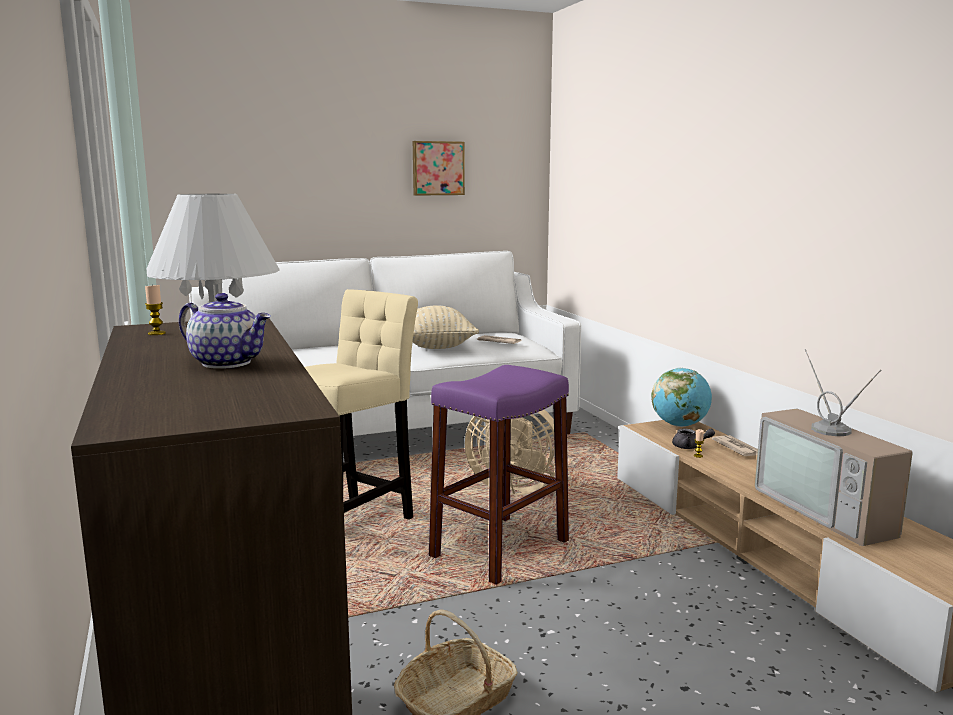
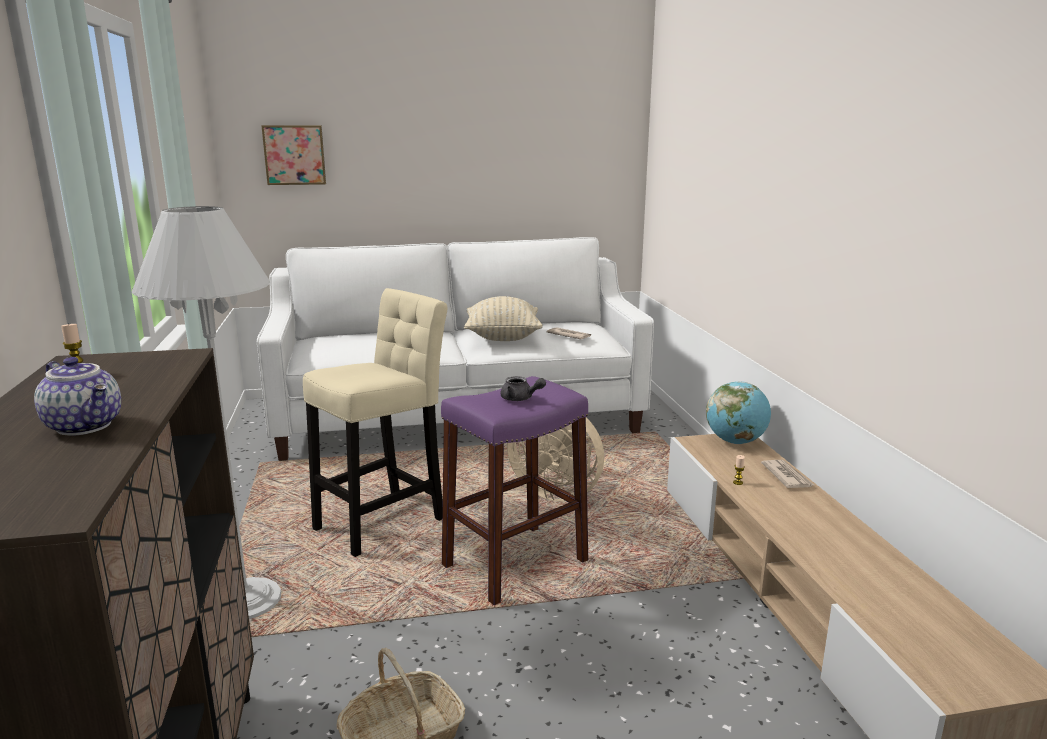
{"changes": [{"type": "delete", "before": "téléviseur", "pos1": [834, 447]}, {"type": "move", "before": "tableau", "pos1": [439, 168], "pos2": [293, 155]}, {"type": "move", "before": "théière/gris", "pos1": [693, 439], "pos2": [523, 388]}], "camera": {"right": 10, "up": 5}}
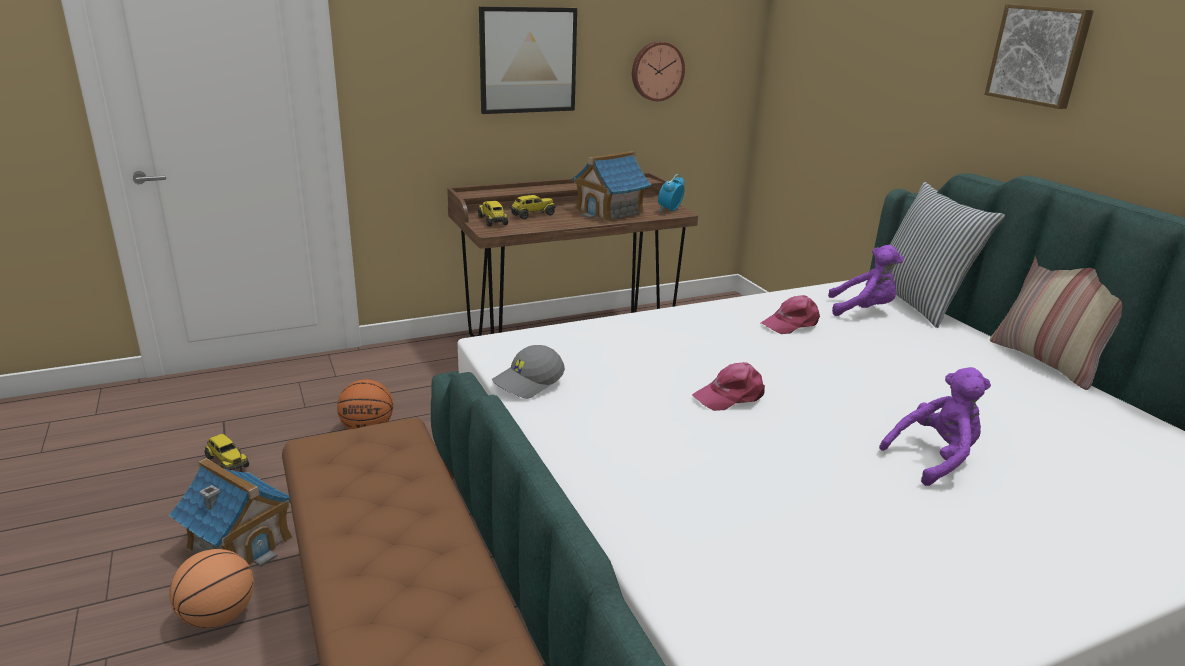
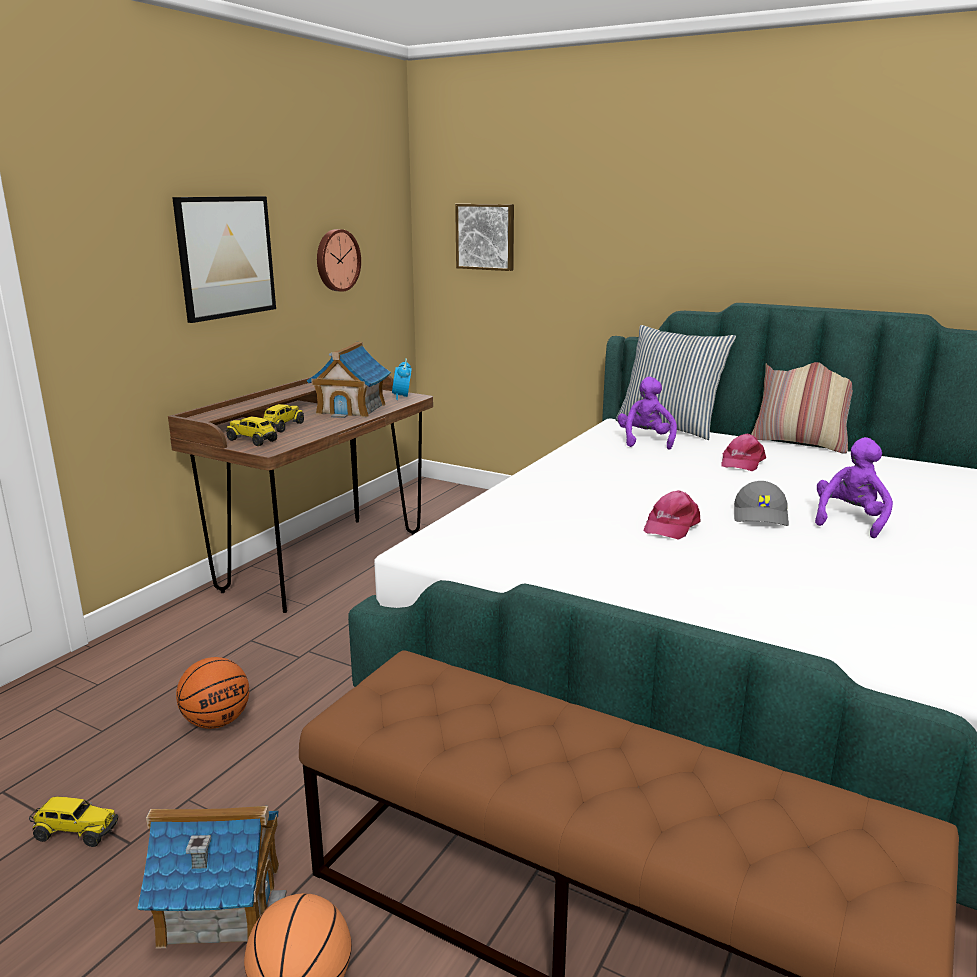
{"changes": [{"type": "move", "before": "casquette/gris", "pos1": [528, 372], "pos2": [761, 503]}, {"type": "move", "before": "casquette/rose", "pos1": [790, 314], "pos2": [743, 452]}, {"type": "move", "before": "tableau", "pos1": [1039, 56], "pos2": [484, 237]}, {"type": "rotate", "before": "peluche/violet", "pos1": [866, 280], "pos2": [647, 413], "turn": -60}], "camera": {"right": -35, "up": -5}}
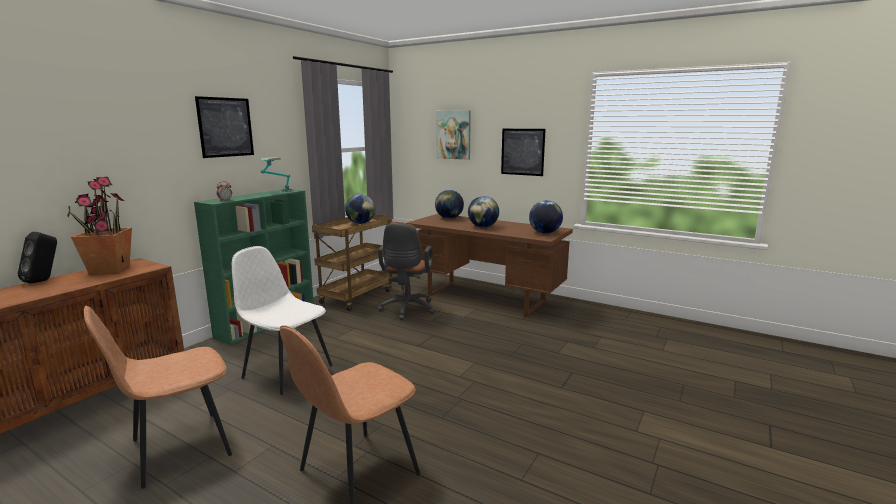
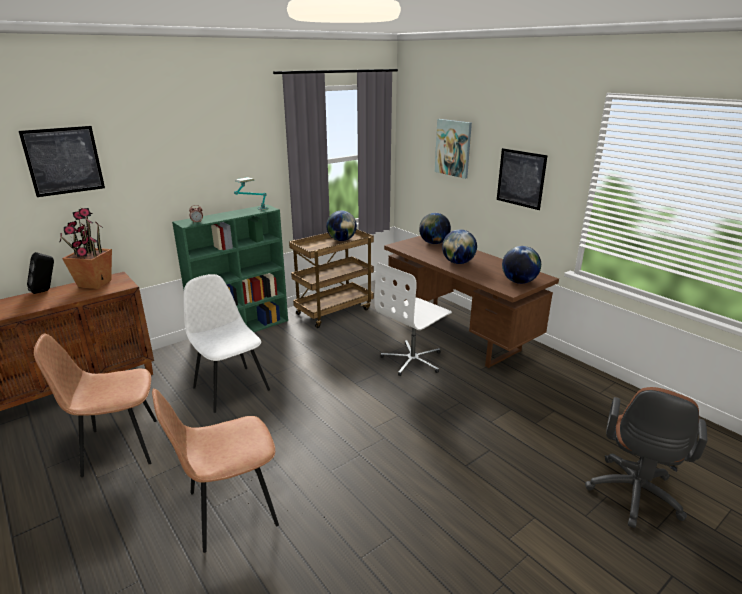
{"changes": [{"type": "insert", "after": "chaise de bureau/blanc", "pos2": [413, 319]}, {"type": "move", "before": "tableau", "pos1": [224, 127], "pos2": [62, 161]}, {"type": "move", "before": "chaise de bureau/marron", "pos1": [406, 271], "pos2": [646, 457]}], "camera": {"right": 20, "up": 10}}
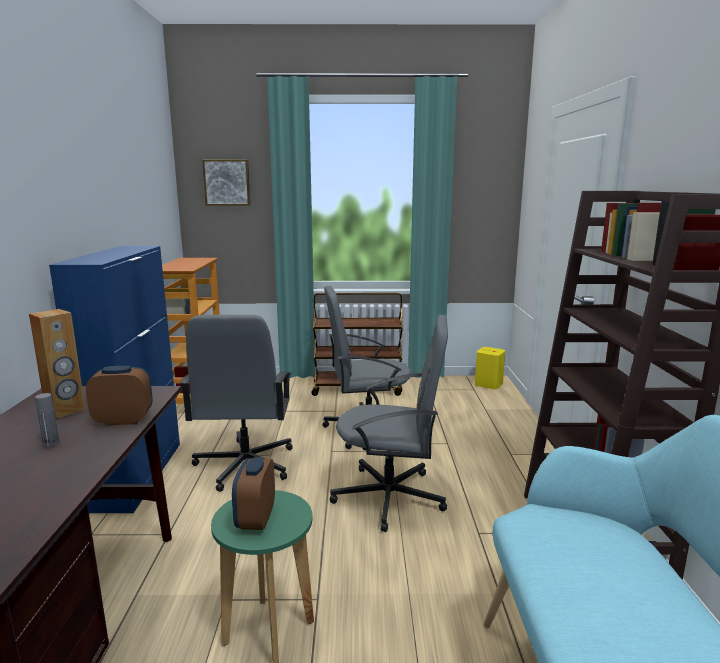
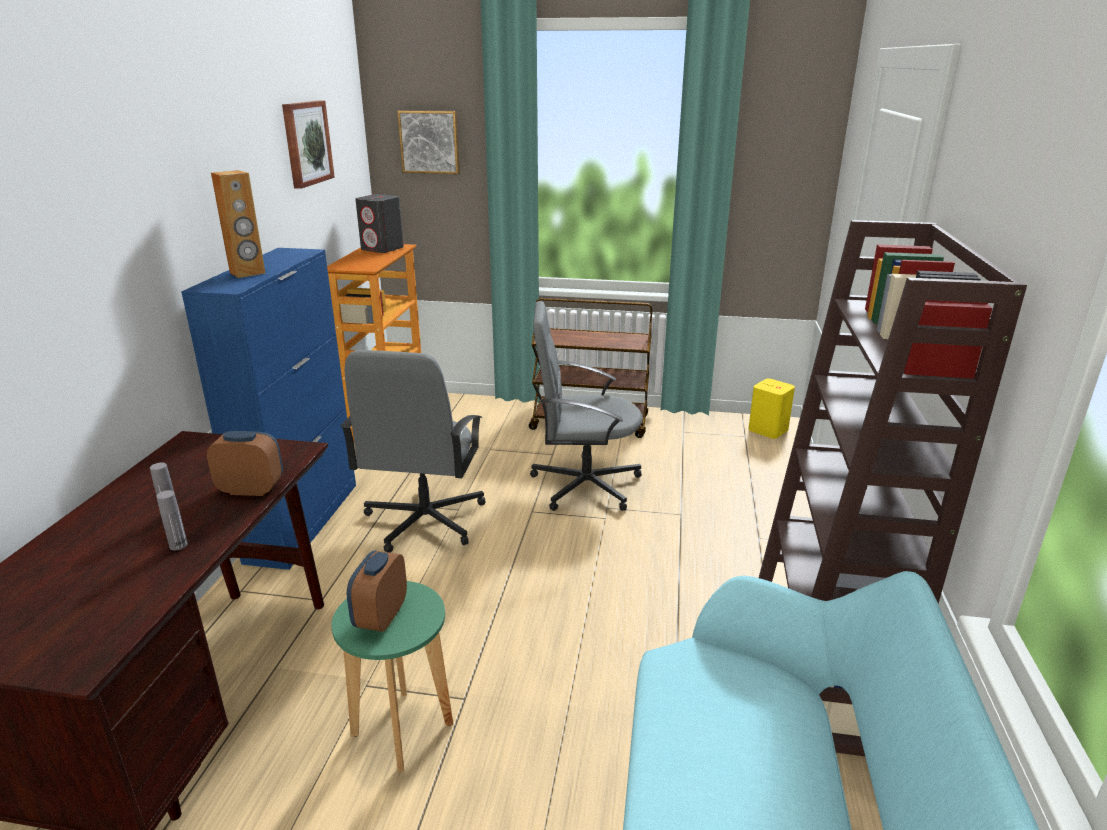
{"changes": [{"type": "delete", "before": "chaise de bureau/gris", "pos1": [389, 423]}, {"type": "insert", "after": "bouteille/gris", "pos2": [172, 520]}, {"type": "insert", "after": "tableau", "pos2": [308, 145]}, {"type": "insert", "after": "enceinte/gris", "pos2": [379, 223]}, {"type": "move", "before": "enceinte/marron", "pos1": [57, 363], "pos2": [238, 224]}], "camera": {"right": 10, "up": 10}}
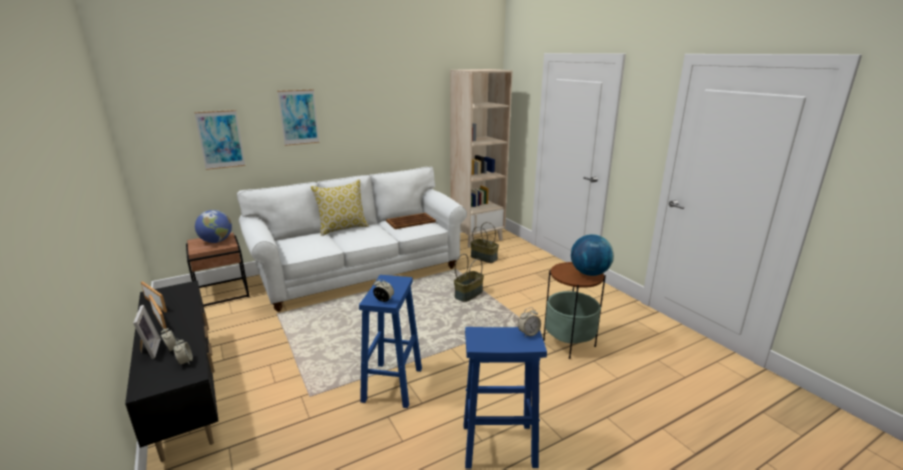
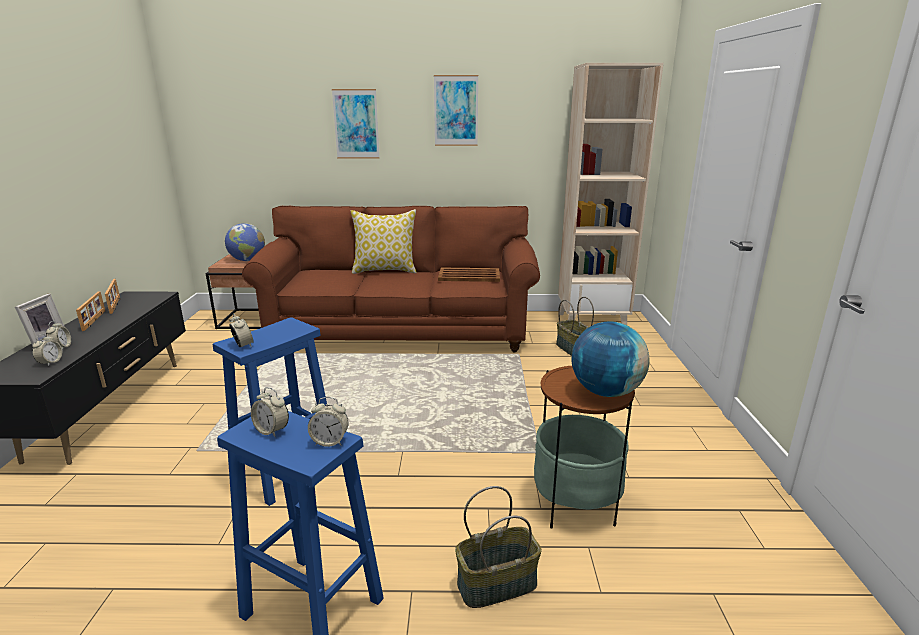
{"changes": [{"type": "insert", "after": "réveil", "pos2": [270, 412]}, {"type": "move", "before": "tableau", "pos1": [219, 140], "pos2": [456, 110]}, {"type": "move", "before": "panier", "pos1": [469, 278], "pos2": [498, 547]}, {"type": "recolor", "before": "canapé/blanc", "after": "canapé/marron", "pos1": [352, 239], "pos2": [391, 279]}], "camera": {"right": 30, "up": 0}}
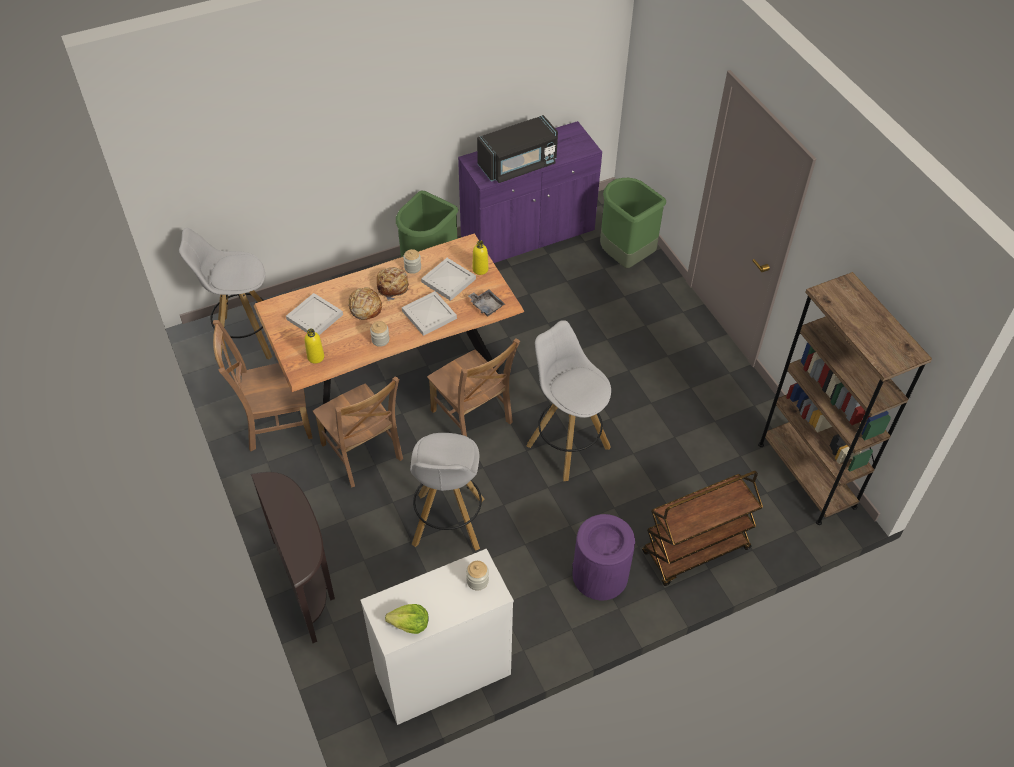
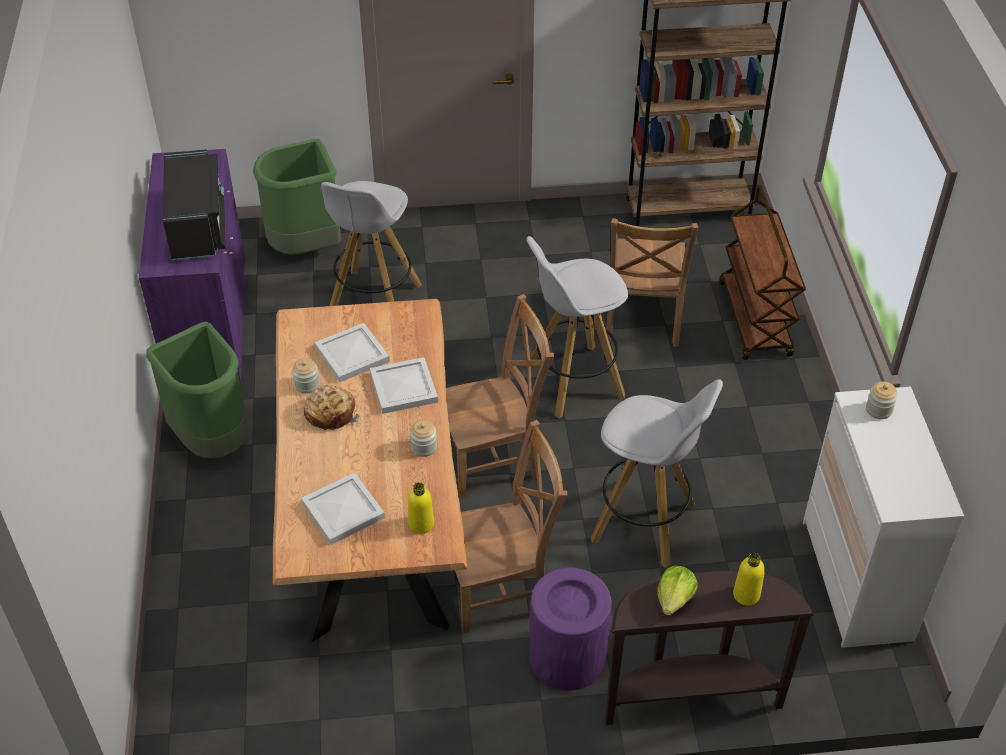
{"changes": [{"type": "delete", "before": "pain", "pos1": [365, 303]}, {"type": "delete", "before": "plateau/gris", "pos1": [486, 303]}, {"type": "move", "before": "tabouret/blanc", "pos1": [225, 294], "pos2": [371, 243]}, {"type": "move", "before": "chaise/marron", "pos1": [263, 385], "pos2": [652, 282]}, {"type": "move", "before": "laitue", "pos1": [406, 619], "pos2": [677, 591]}, {"type": "move", "before": "bouteille/jaune", "pos1": [480, 257], "pos2": [749, 579]}, {"type": "move", "before": "poubelle/violet", "pos1": [603, 557], "pos2": [570, 629]}], "camera": {"right": -70, "up": -5}}
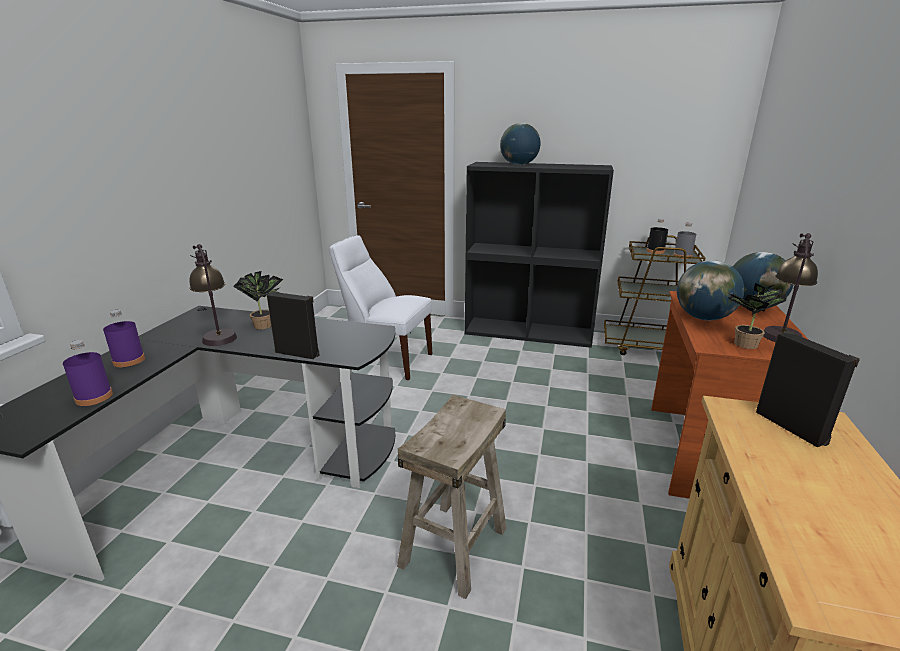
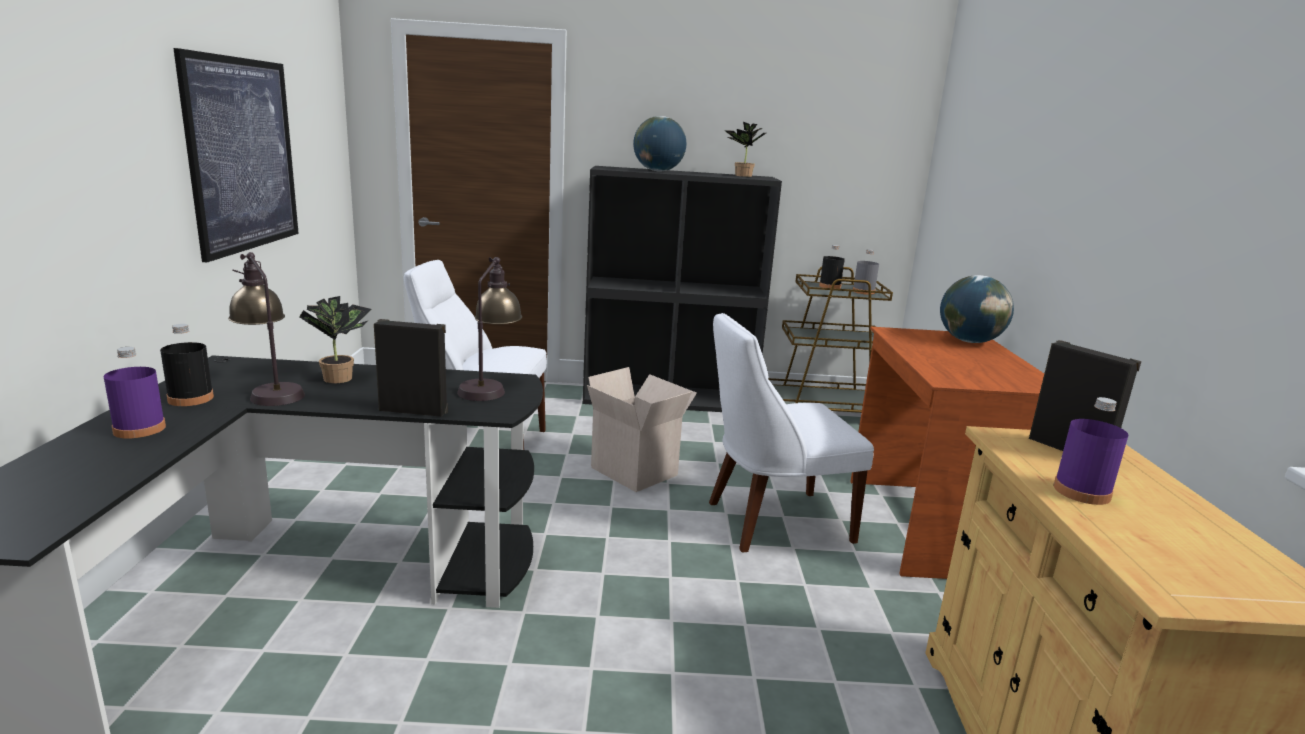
{"changes": [{"type": "delete", "before": "tabouret/beige", "pos1": [451, 497]}, {"type": "delete", "before": "globe", "pos1": [710, 290]}, {"type": "insert", "after": "bouteille/noir", "pos2": [187, 365]}, {"type": "insert", "after": "tableau", "pos2": [236, 155]}, {"type": "insert", "after": "carton", "pos2": [642, 429]}, {"type": "insert", "after": "chaise/blanc", "pos2": [791, 432]}, {"type": "move", "before": "bouteille/violet", "pos1": [88, 373], "pos2": [1091, 451]}, {"type": "move", "before": "plante en pot", "pos1": [757, 316], "pos2": [745, 149]}, {"type": "move", "before": "lampe de table", "pos1": [790, 287], "pos2": [489, 329]}], "camera": {"right": -15, "up": -5}}
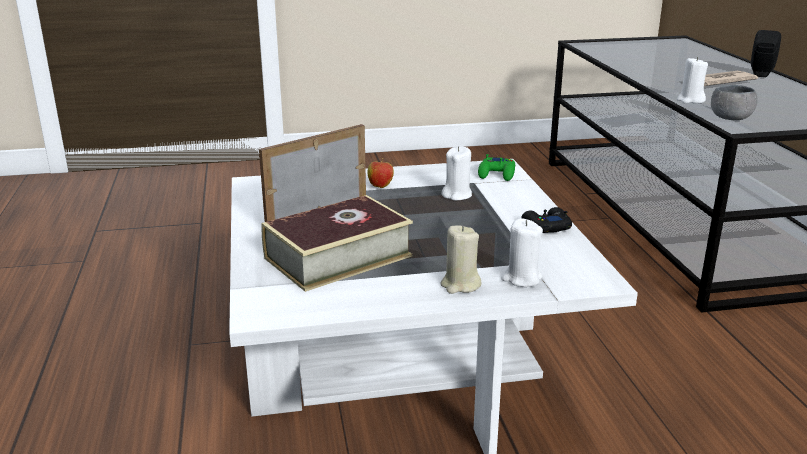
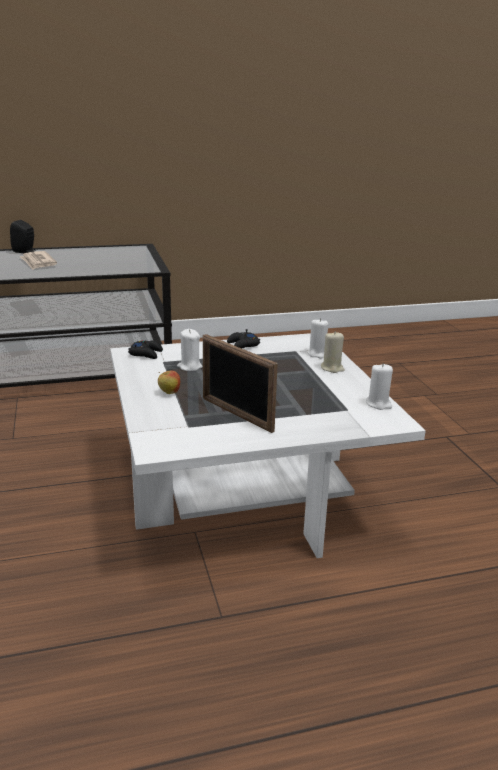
{"changes": [{"type": "delete", "before": "livre", "pos1": [337, 243]}, {"type": "delete", "before": "bol/gris", "pos1": [734, 102]}, {"type": "move", "before": "bougie/blanc", "pos1": [692, 80], "pos2": [379, 386]}, {"type": "recolor", "before": "manette/vert", "after": "manette/noir", "pos1": [496, 167], "pos2": [145, 349]}], "camera": {"right": -95, "up": 0}}
